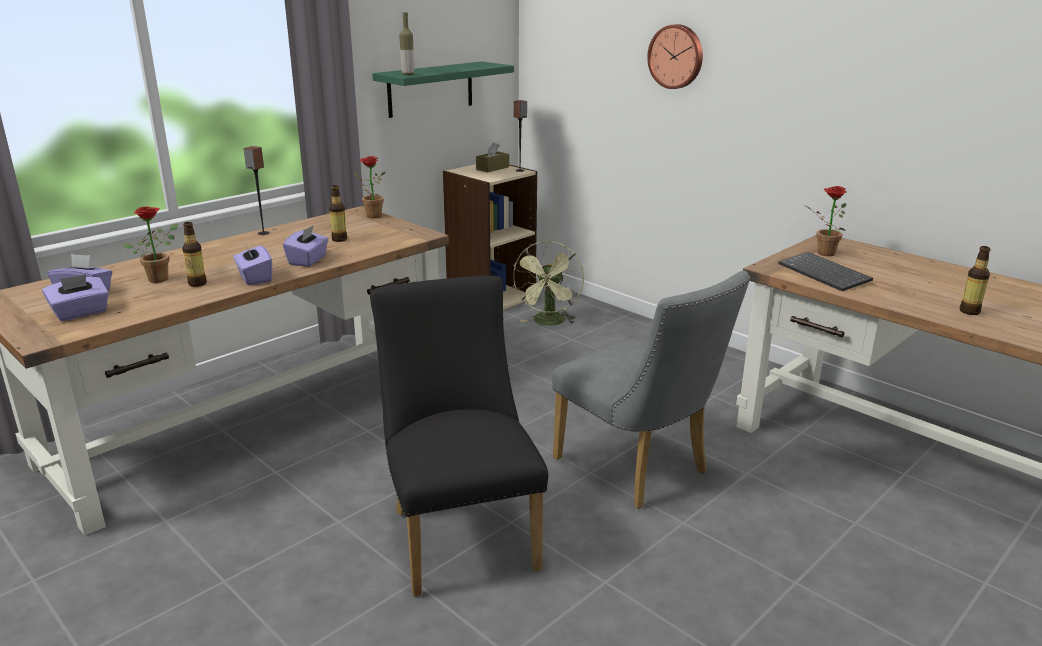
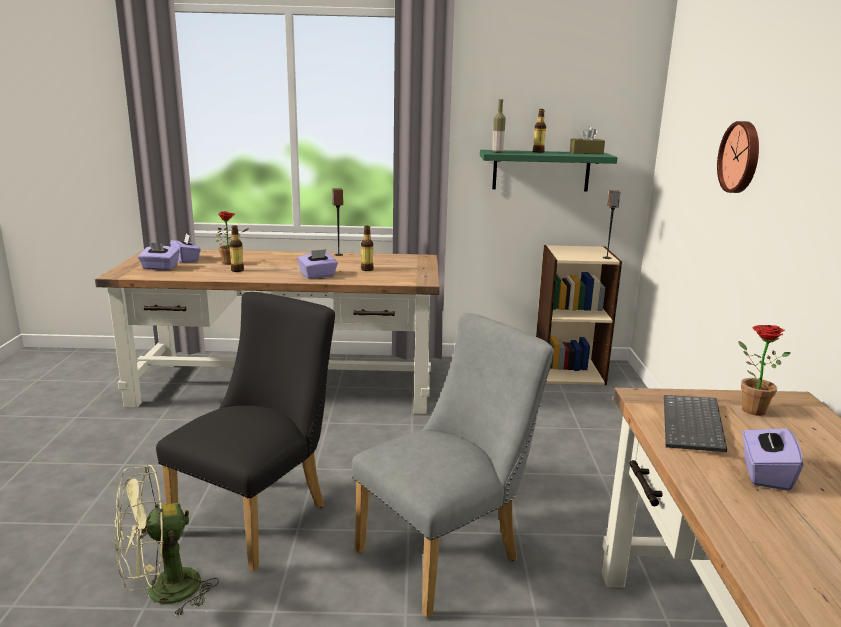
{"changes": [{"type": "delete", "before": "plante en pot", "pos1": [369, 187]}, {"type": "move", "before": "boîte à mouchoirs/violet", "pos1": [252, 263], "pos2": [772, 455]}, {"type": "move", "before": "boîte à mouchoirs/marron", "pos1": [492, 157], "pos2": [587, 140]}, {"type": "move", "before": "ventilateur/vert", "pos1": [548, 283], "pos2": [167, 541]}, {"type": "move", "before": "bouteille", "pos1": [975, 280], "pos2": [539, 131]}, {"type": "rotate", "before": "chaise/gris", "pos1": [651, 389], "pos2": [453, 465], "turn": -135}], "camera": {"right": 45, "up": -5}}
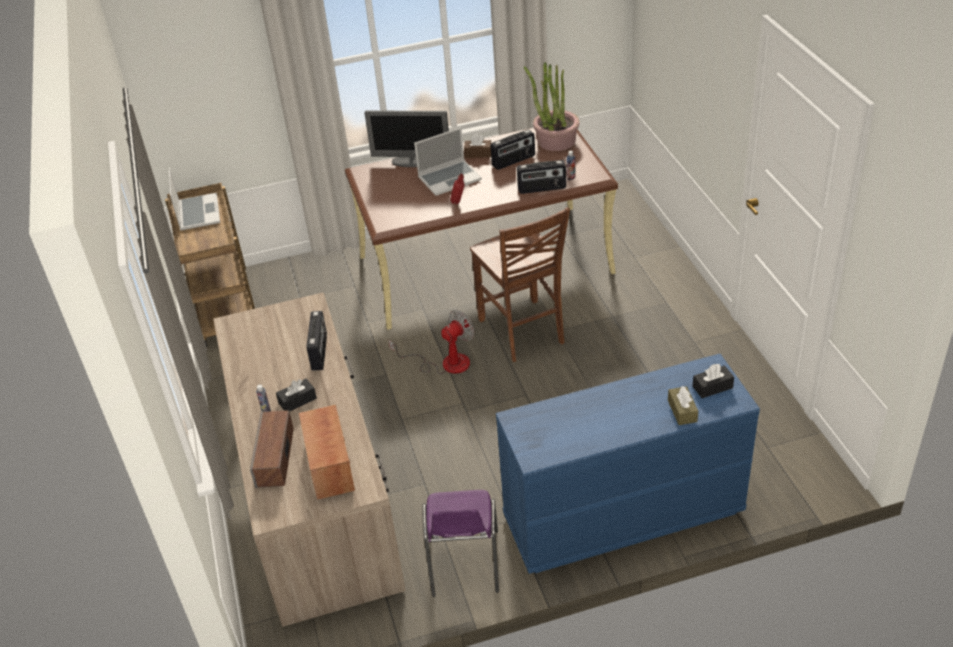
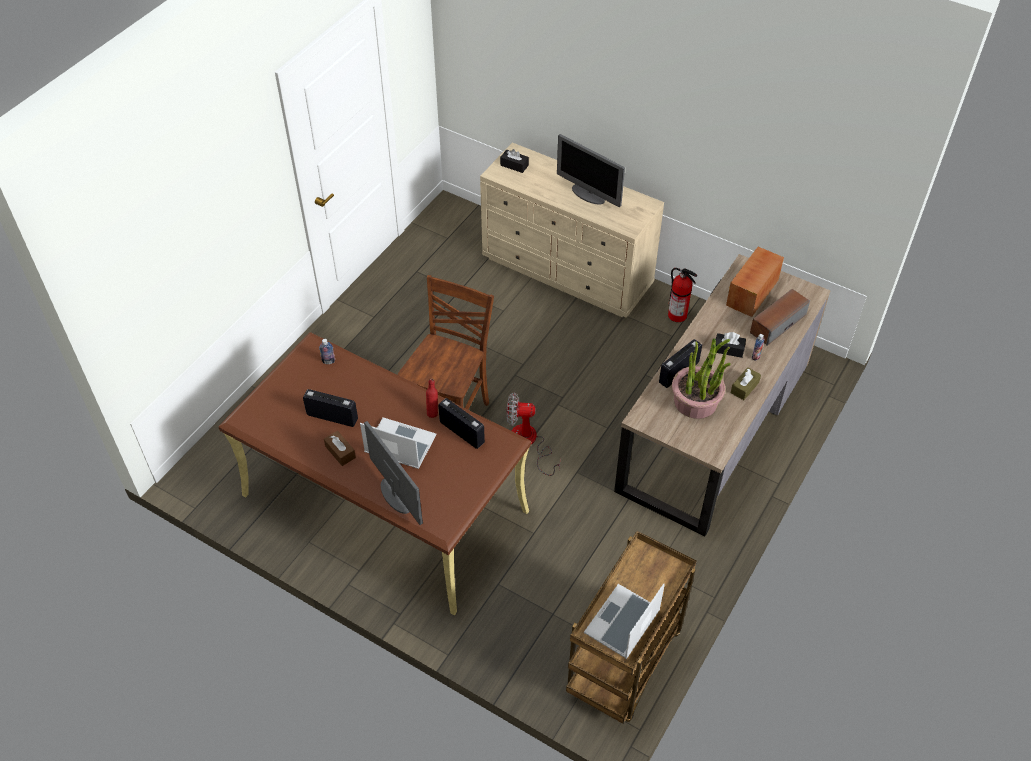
{"changes": [{"type": "insert", "after": "écran d'ordinateur", "pos2": [591, 170]}, {"type": "move", "before": "radio", "pos1": [541, 177], "pos2": [461, 423]}, {"type": "move", "before": "plante en pot", "pos1": [552, 106], "pos2": [701, 378]}, {"type": "move", "before": "boîte à mouchoirs/marron", "pos1": [683, 405], "pos2": [746, 383]}, {"type": "replace", "before": "chaise/violet", "after": "extincteur", "pos1": [460, 543], "pos2": [682, 295]}, {"type": "recolor", "before": "commode/bleu", "after": "commode/beige", "pos1": [628, 464], "pos2": [572, 230]}], "camera": {"right": -135, "up": 10}}
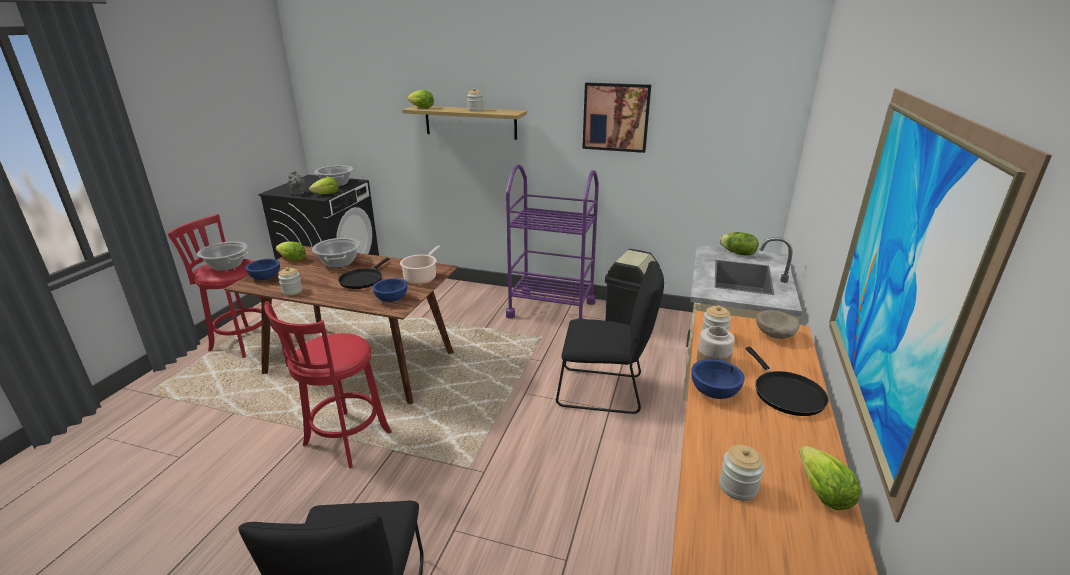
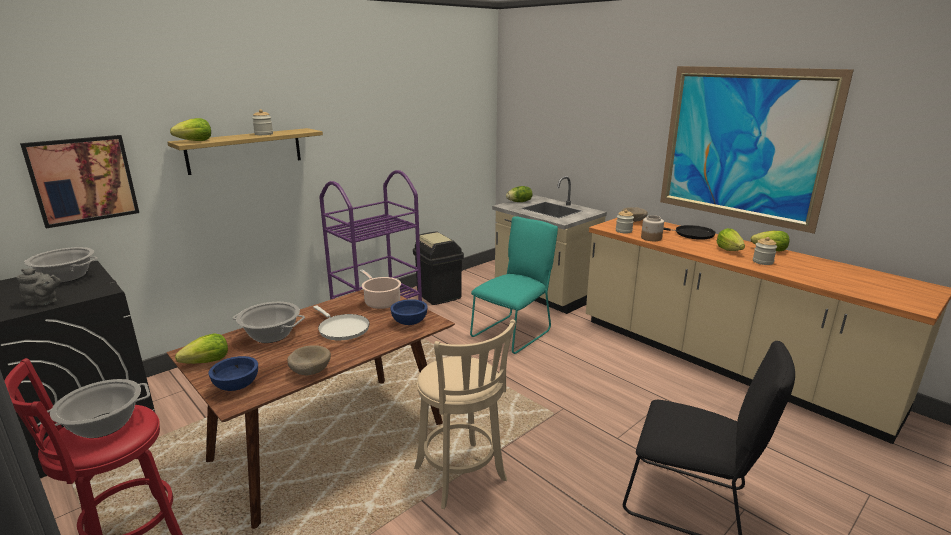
{"changes": [{"type": "delete", "before": "bol/bleu", "pos1": [718, 379]}, {"type": "move", "before": "laitue", "pos1": [323, 185], "pos2": [731, 239]}, {"type": "move", "before": "tableau", "pos1": [616, 117], "pos2": [79, 182]}, {"type": "replace", "before": "bocal", "after": "bol/beige", "pos1": [290, 281], "pos2": [309, 360]}, {"type": "recolor", "before": "tabouret/rouge", "after": "tabouret/beige", "pos1": [328, 384], "pos2": [465, 414]}, {"type": "recolor", "before": "poêle/noir", "after": "poêle/blanc", "pos1": [364, 273], "pos2": [341, 322]}, {"type": "recolor", "before": "chaise/noir", "after": "chaise/turquoise", "pos1": [610, 337], "pos2": [514, 285]}], "camera": {"right": -60, "up": -5}}
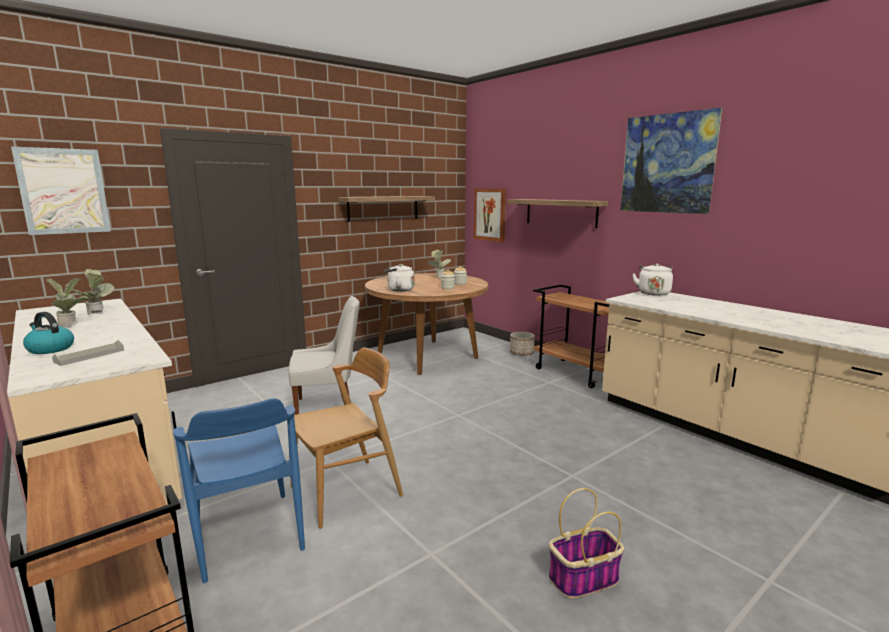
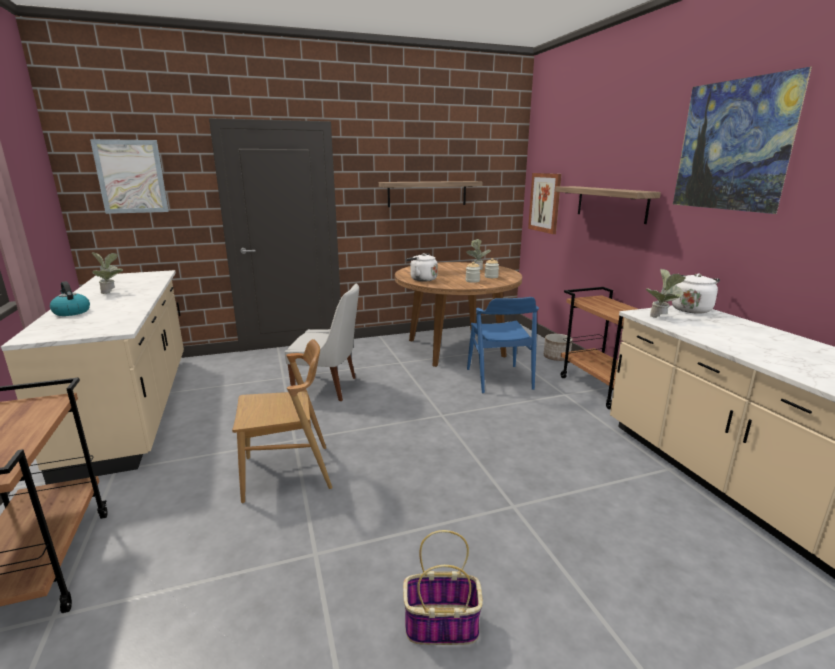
{"changes": [{"type": "delete", "before": "plateau/gris", "pos1": [88, 353]}, {"type": "move", "before": "plante en pot", "pos1": [92, 292], "pos2": [665, 293]}, {"type": "move", "before": "chaise/bleu", "pos1": [239, 490], "pos2": [503, 345]}], "camera": {"right": 20, "up": 5}}
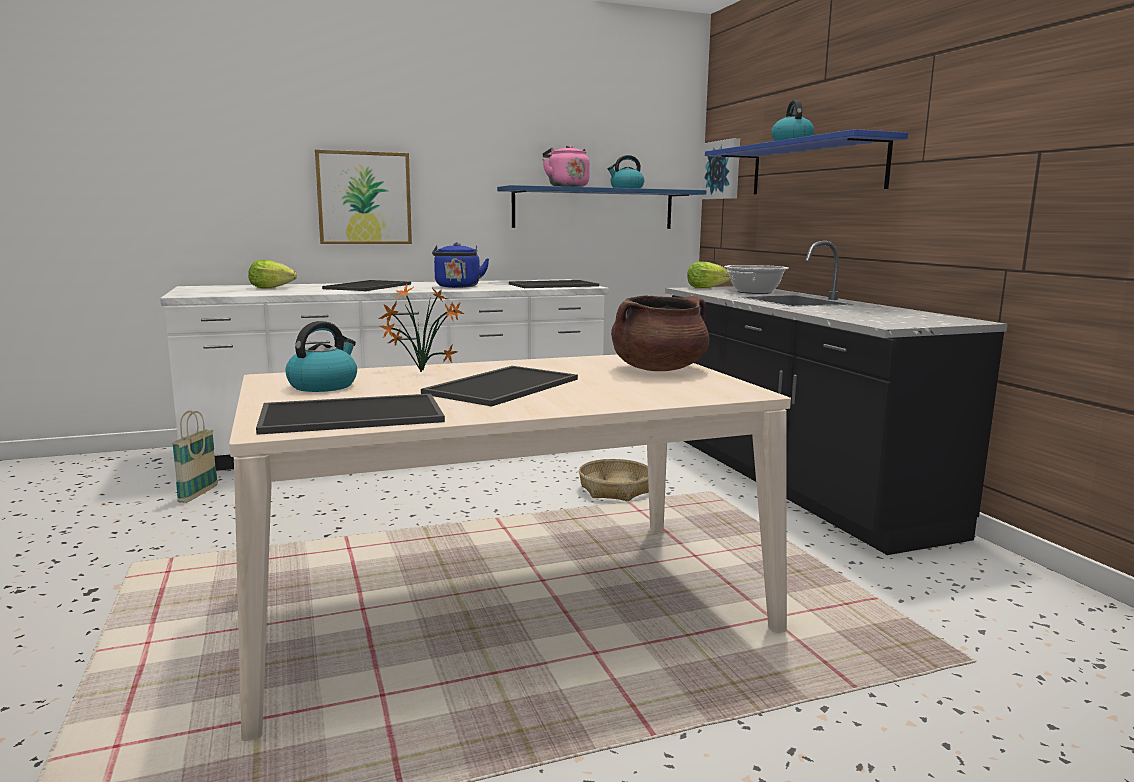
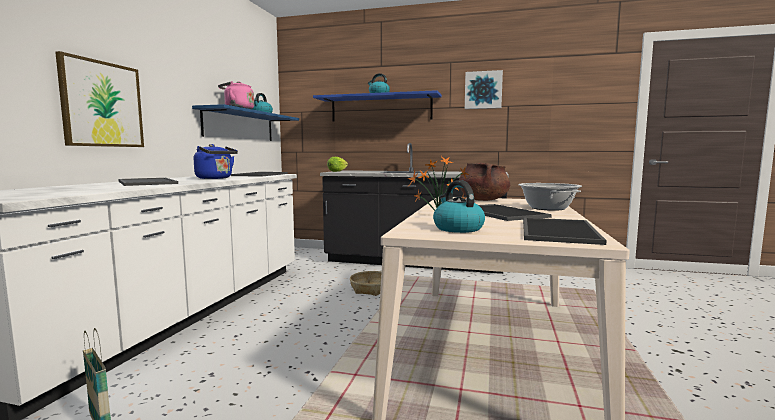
{"changes": [{"type": "delete", "before": "laitue", "pos1": [272, 274]}, {"type": "move", "before": "tableau", "pos1": [721, 168], "pos2": [484, 89]}, {"type": "move", "before": "marmite", "pos1": [756, 279], "pos2": [550, 197]}], "camera": {"right": -55, "up": -5}}
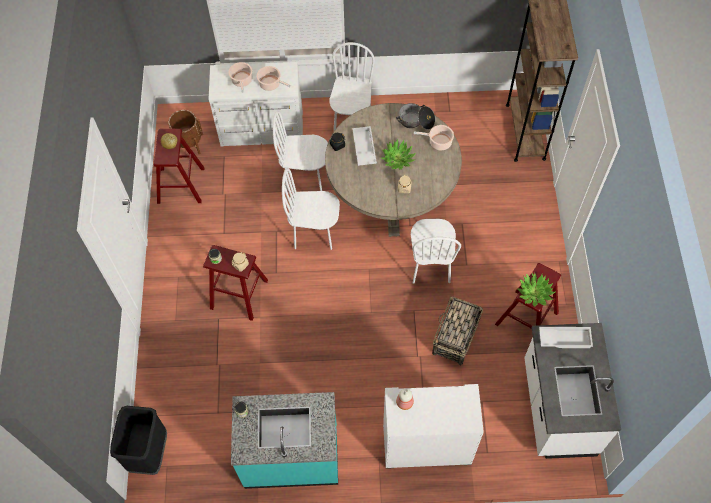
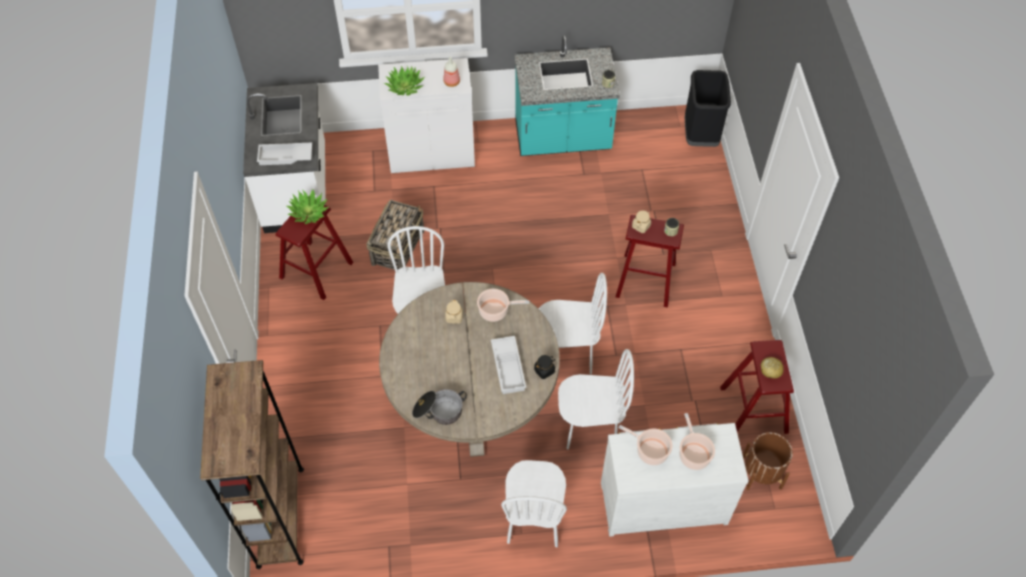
{"changes": [{"type": "move", "before": "plante en pot", "pos1": [399, 154], "pos2": [404, 80]}, {"type": "move", "before": "marmite", "pos1": [434, 137], "pos2": [503, 305]}], "camera": {"right": 175, "up": -5}}
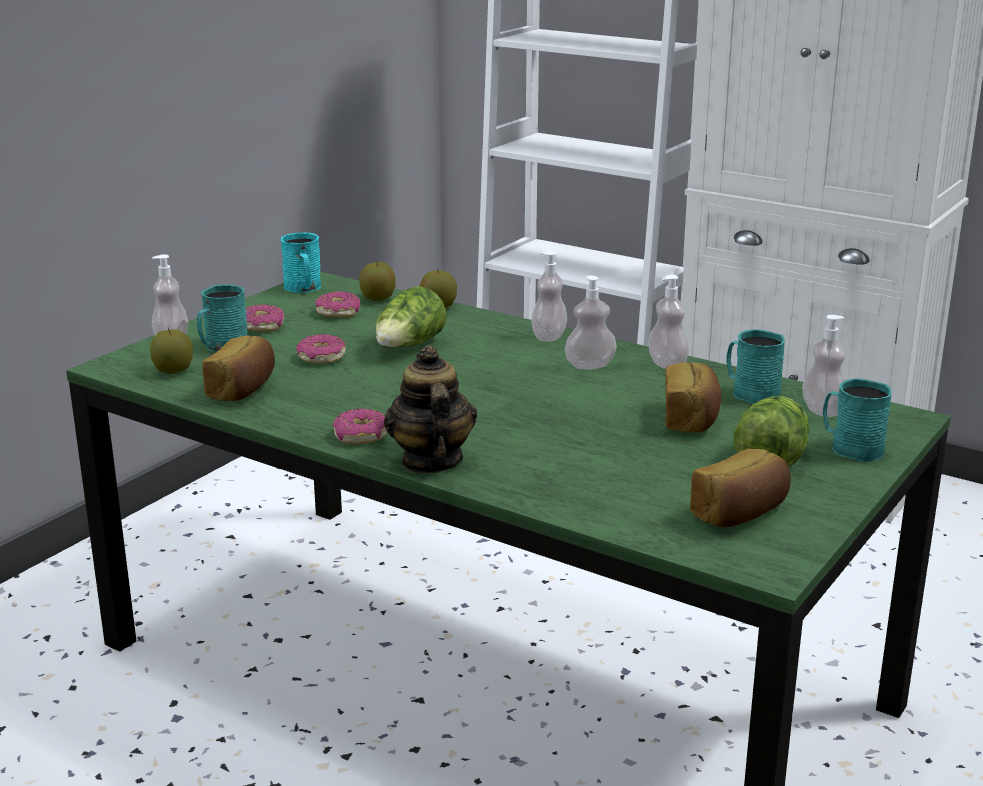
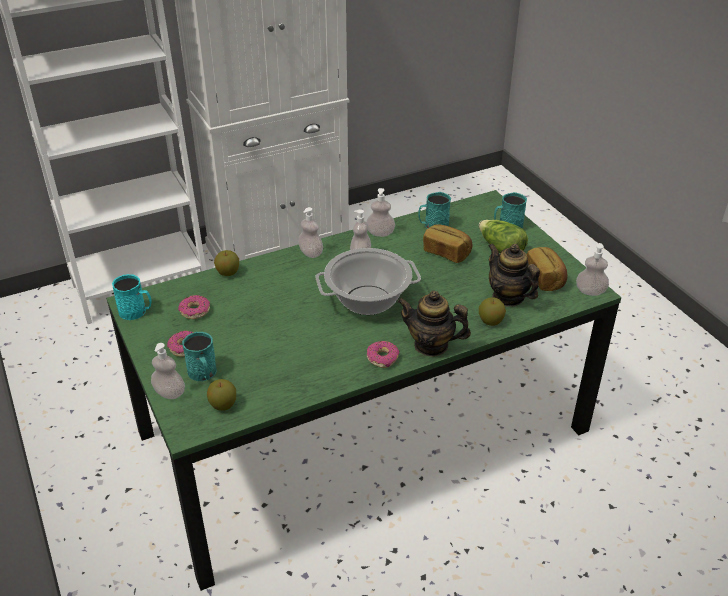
{"changes": [{"type": "delete", "before": "pain", "pos1": [238, 368]}, {"type": "delete", "before": "beignet", "pos1": [321, 349]}, {"type": "delete", "before": "laitue", "pos1": [411, 316]}, {"type": "insert", "after": "marmite", "pos2": [368, 281]}, {"type": "insert", "after": "théière", "pos2": [514, 275]}, {"type": "move", "before": "pomme", "pos1": [377, 280], "pos2": [492, 311]}, {"type": "move", "before": "distributeur de savon", "pos1": [823, 366], "pos2": [592, 269]}], "camera": {"right": -60, "up": 15}}
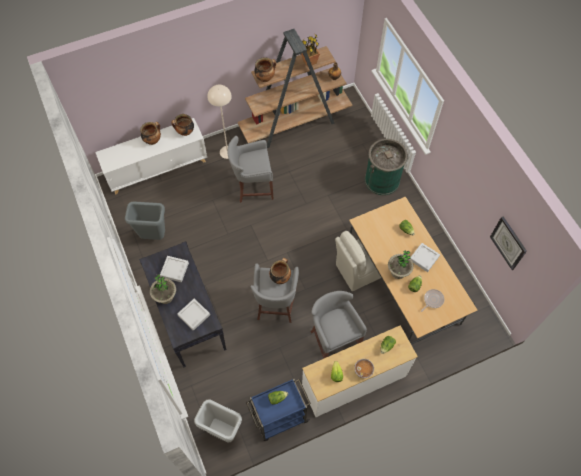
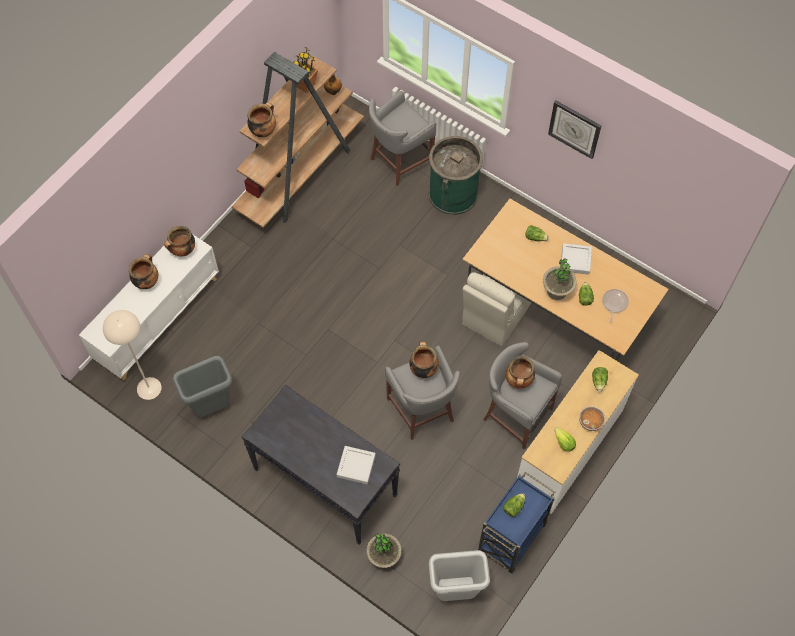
{"changes": [{"type": "delete", "before": "plateau/gris", "pos1": [174, 269]}, {"type": "insert", "after": "marmite", "pos2": [520, 372]}, {"type": "move", "before": "plante en pot", "pos1": [163, 289], "pos2": [384, 550]}, {"type": "move", "before": "lampadaire/beige", "pos1": [219, 122], "pos2": [132, 355]}, {"type": "move", "before": "tabouret/gris", "pos1": [251, 169], "pos2": [402, 138]}, {"type": "move", "before": "horloge murale", "pos1": [508, 243], "pos2": [574, 130]}], "camera": {"right": -30, "up": 0}}
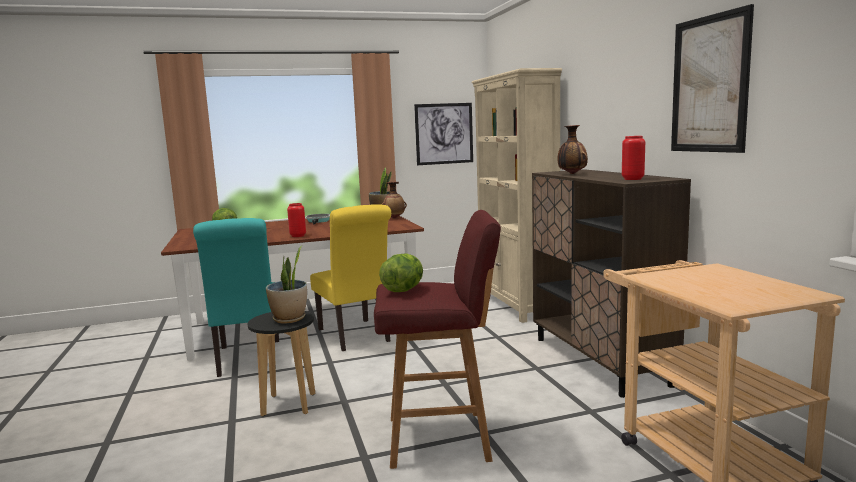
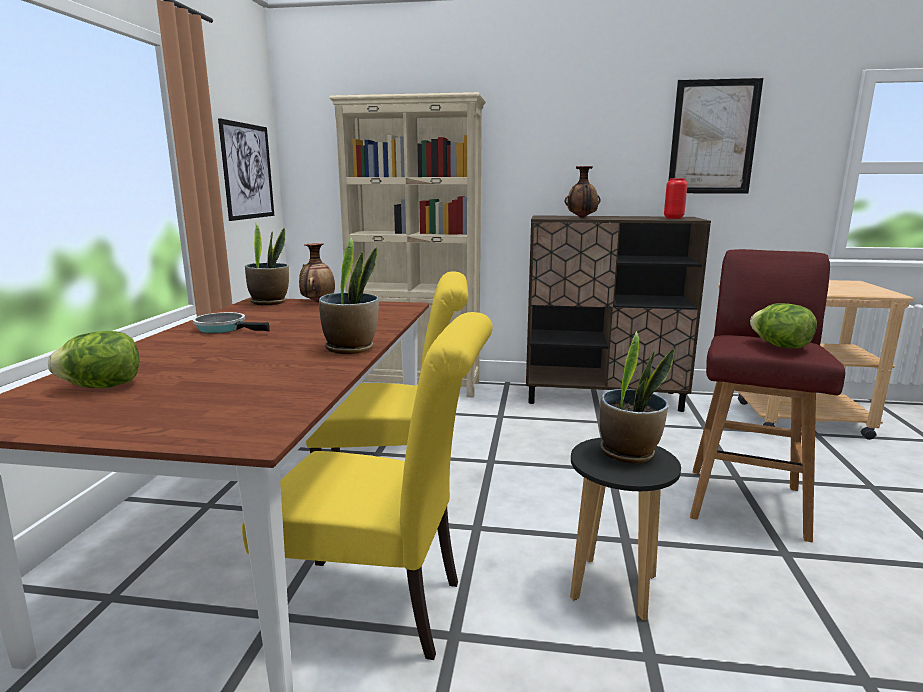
{"changes": [{"type": "replace", "before": "vase/rouge", "after": "plante en pot", "pos1": [296, 220], "pos2": [349, 295]}, {"type": "recolor", "before": "chaise/turquoise", "after": "chaise/jaune", "pos1": [236, 297], "pos2": [367, 486]}], "camera": {"right": -65, "up": 5}}
